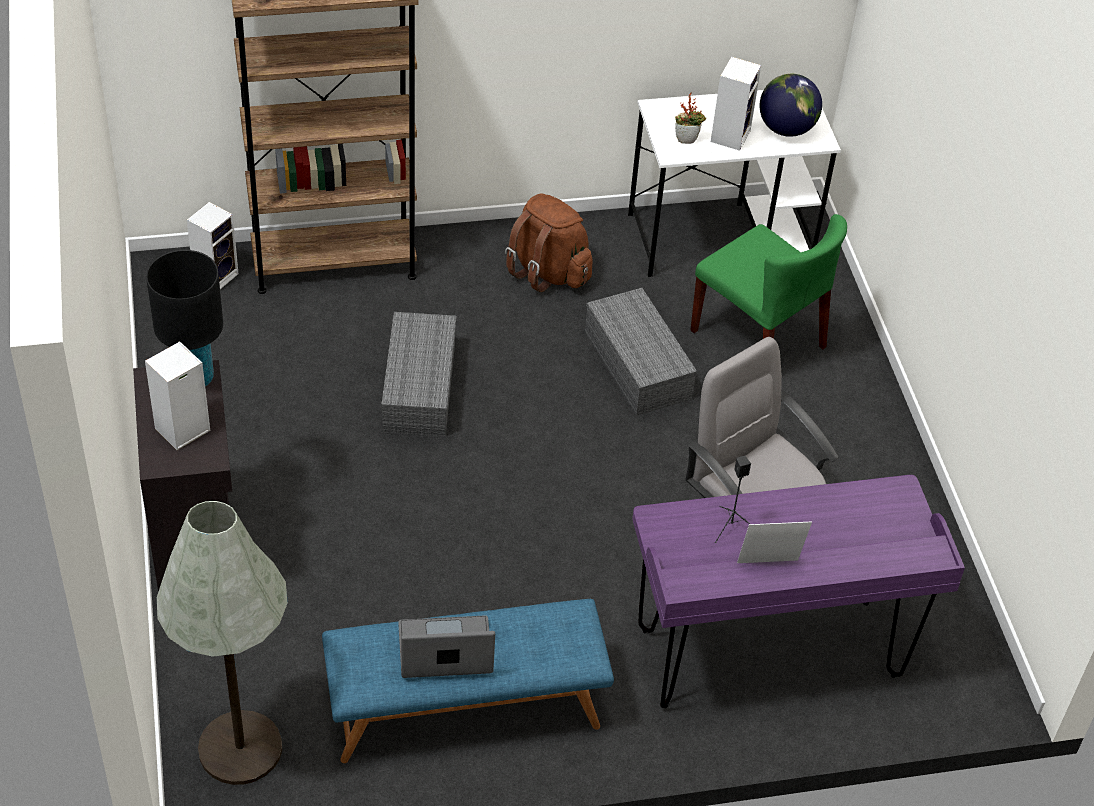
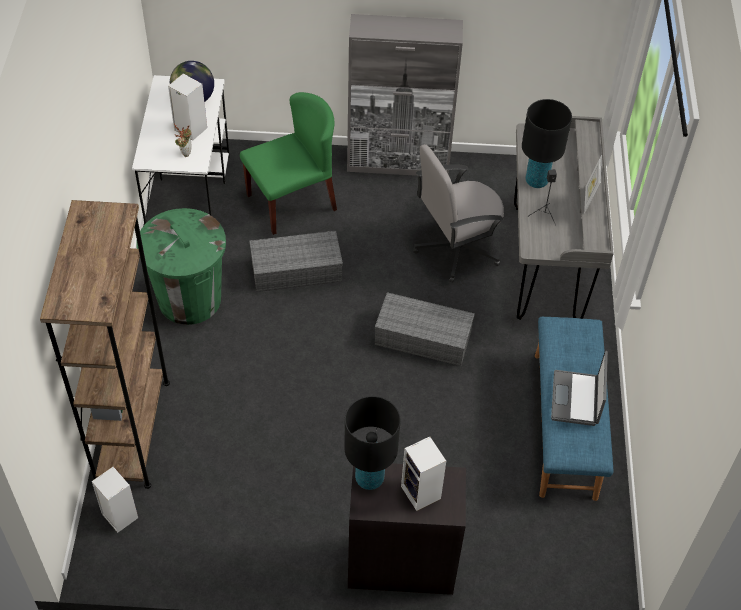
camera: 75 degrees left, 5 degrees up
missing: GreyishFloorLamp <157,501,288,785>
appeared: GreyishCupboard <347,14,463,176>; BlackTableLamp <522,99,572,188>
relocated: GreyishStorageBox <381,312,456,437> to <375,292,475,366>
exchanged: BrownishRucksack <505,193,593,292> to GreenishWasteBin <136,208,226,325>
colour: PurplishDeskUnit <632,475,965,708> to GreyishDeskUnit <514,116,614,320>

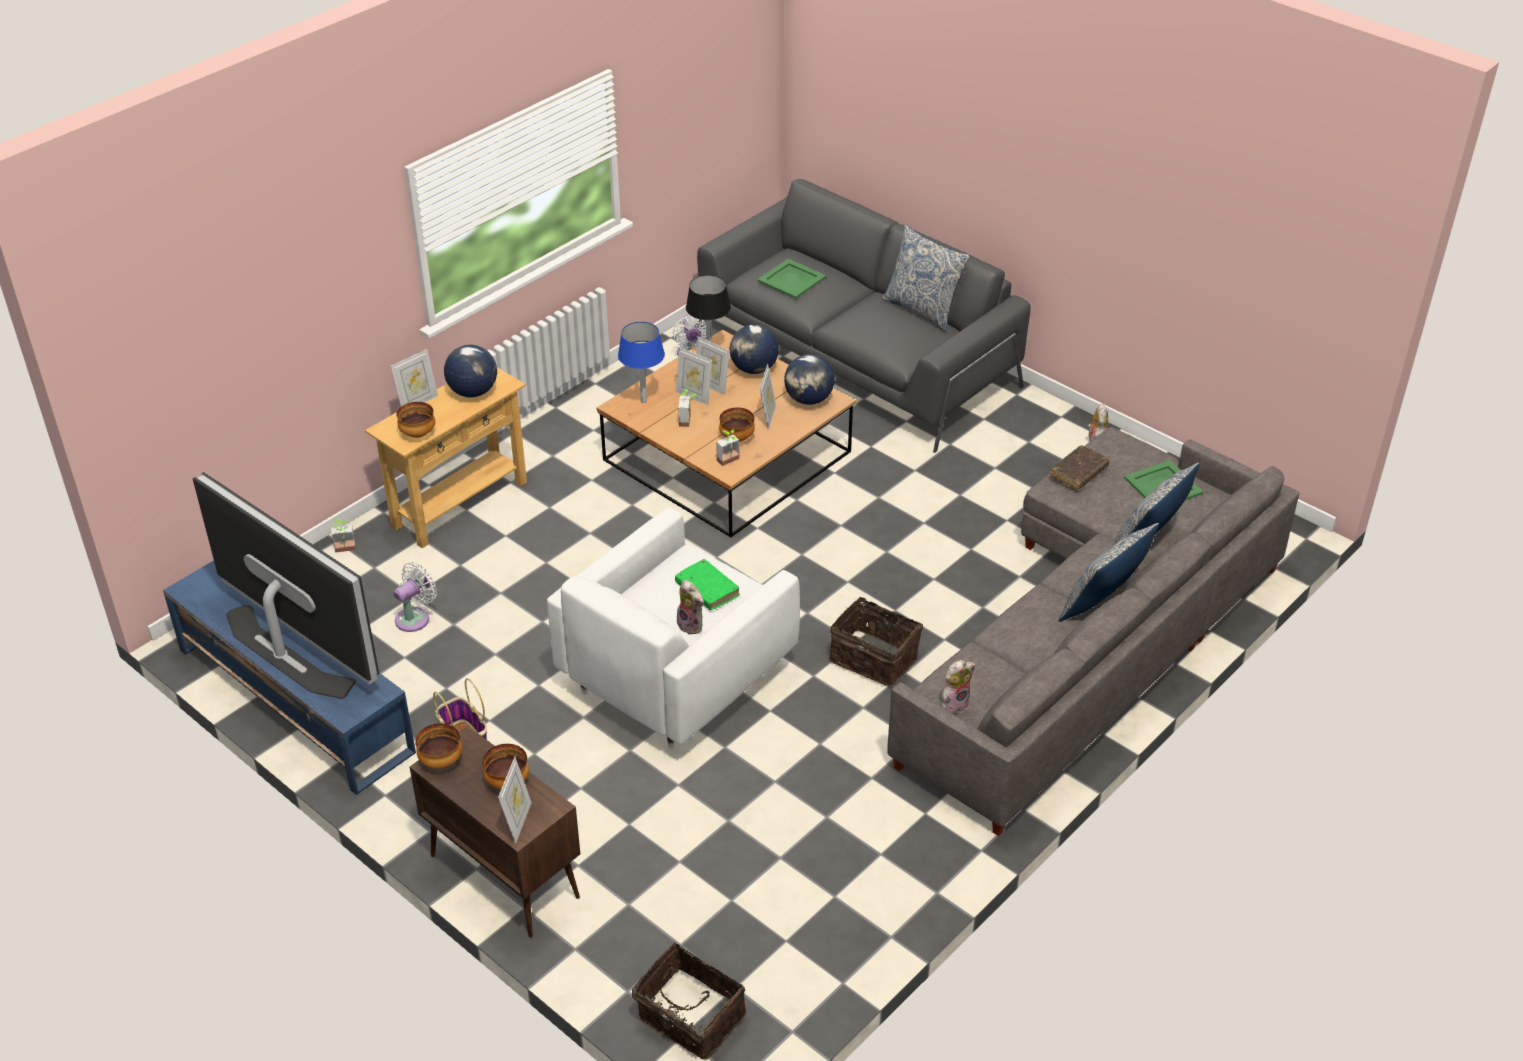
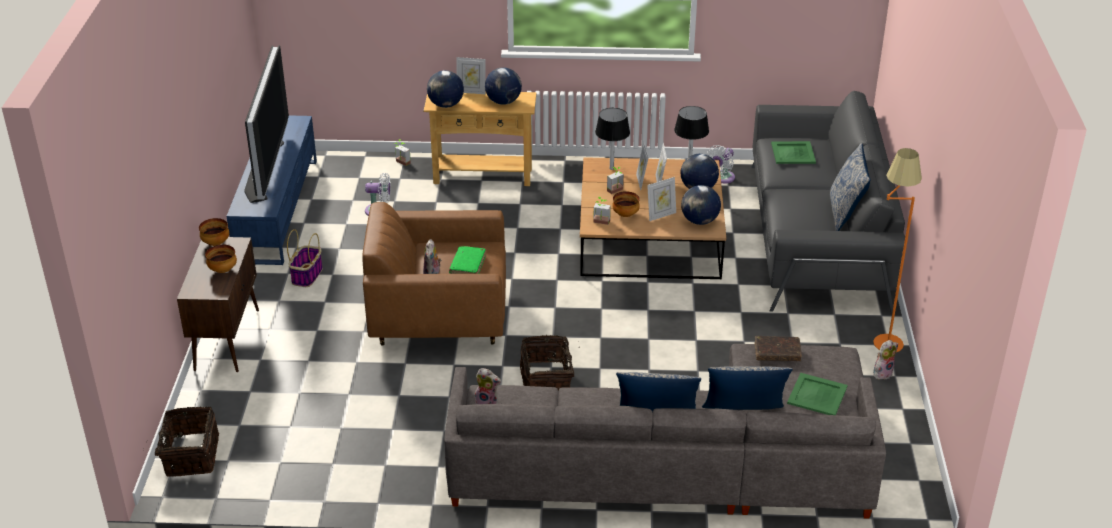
camera: 50 degrees right, 5 degrees down
missing: StandingFrame <498,757,532,844>
appeared: OrangeyFloorLamp <873,148,922,352>
exchanged: Bowl <396,402,435,438> to DeskGlobe <427,70,464,108>
colour: WhiteEasyChair <547,507,800,749> to BrownishEasyChair <362,202,506,345>; BlueColouredTableLamp <618,322,665,403> to BlackTableLamp <595,108,630,170>

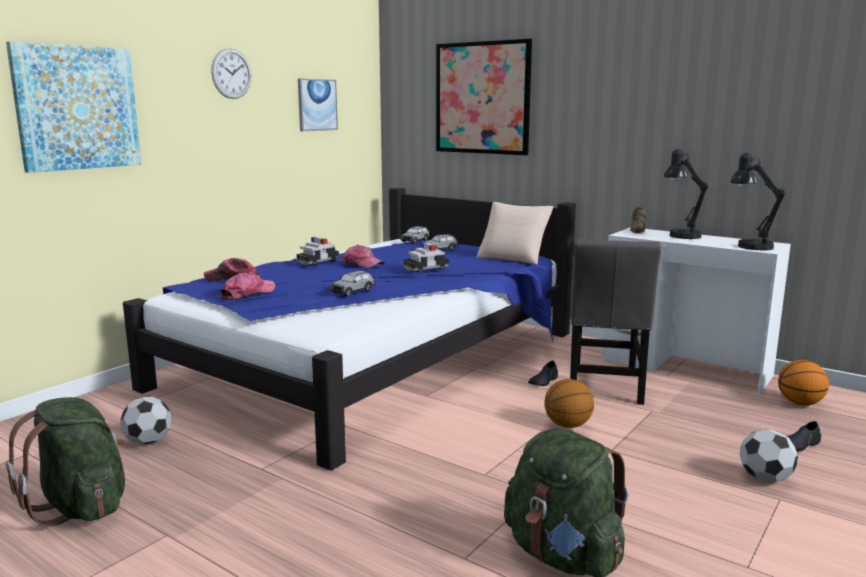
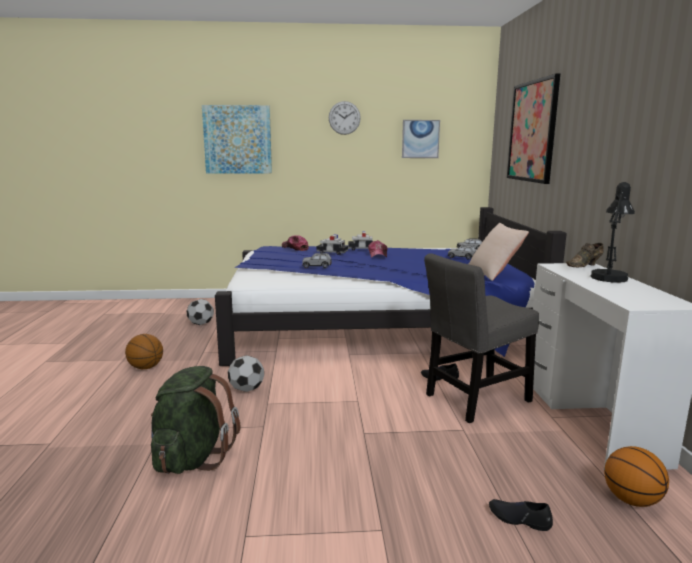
camera: 50 degrees right, 0 degrees up
missing: GreenishRucksack <6,397,126,527>; BaseballCap <220,272,275,300>; BlackTableLamp <730,153,786,251>
relocated: BasketballBall <544,379,594,428> to <125,334,163,369>; Football <740,429,798,482> to <228,355,264,392>; ModelCar <404,242,449,273> to <317,234,348,255>

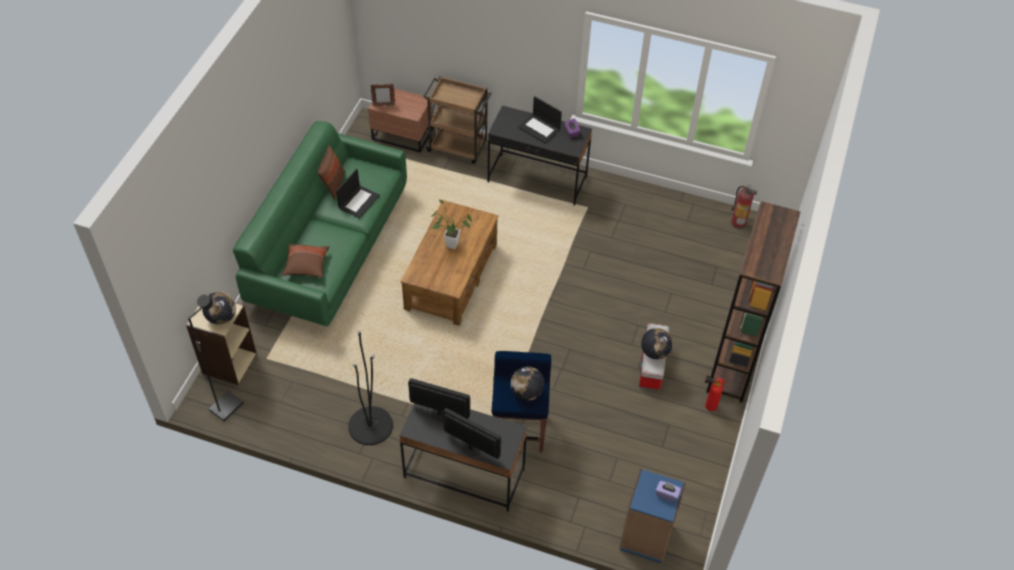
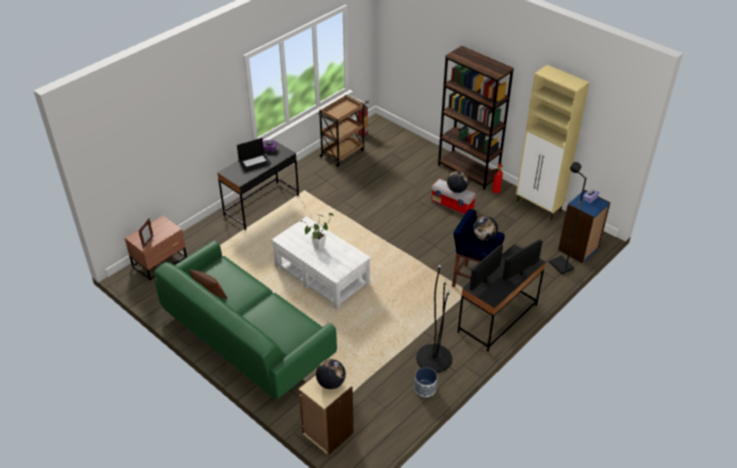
camera: 65 degrees left, 10 degrees down
missing: BrownishPillow <282,244,329,278>; PortableComputer <336,169,380,218>
appeared: FlowerPot <414,367,438,397>; BeigeColouredCupboard <516,65,590,220>
relocated: BrownishTrolley <424,76,492,164> to <318,95,365,167>; BlackFloorLamp <188,294,244,421> to <549,162,587,275>
colour: BrownishLowTable <401,200,499,326> to WhiteLowTable <271,216,371,309>

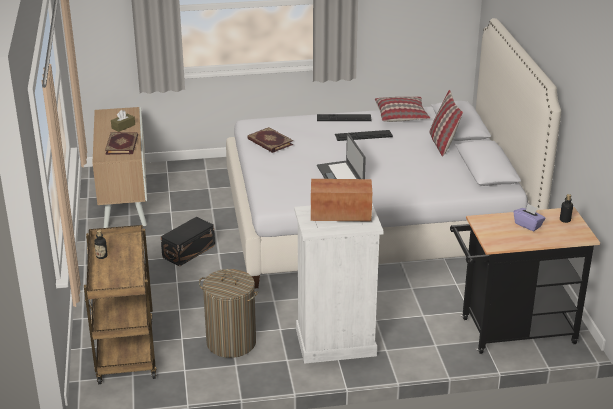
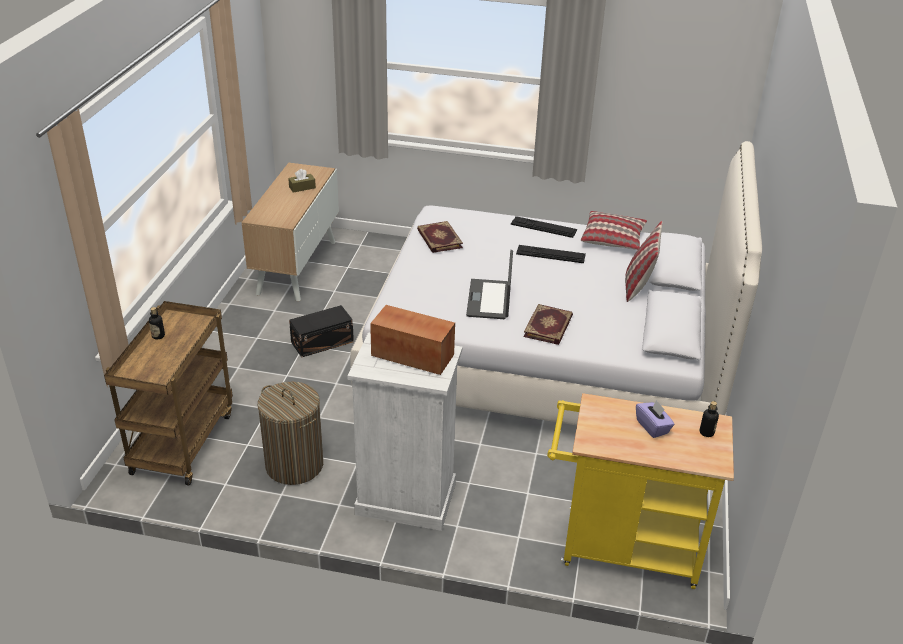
camera: 20 degrees right, 5 degrees up
relocated: BoundBook <105,132,138,155> to <523,304,573,345>
colour: BlackTrolley <450,207,600,354> to YellowColouredTrolley <547,393,734,589>

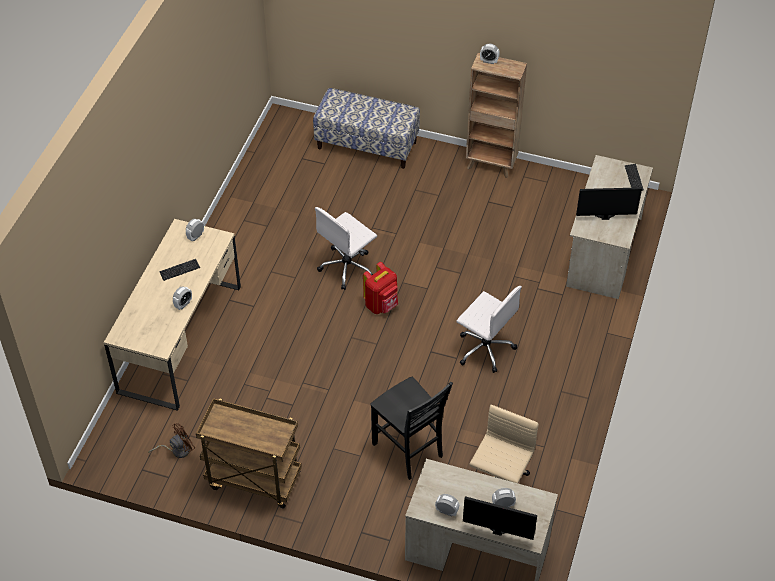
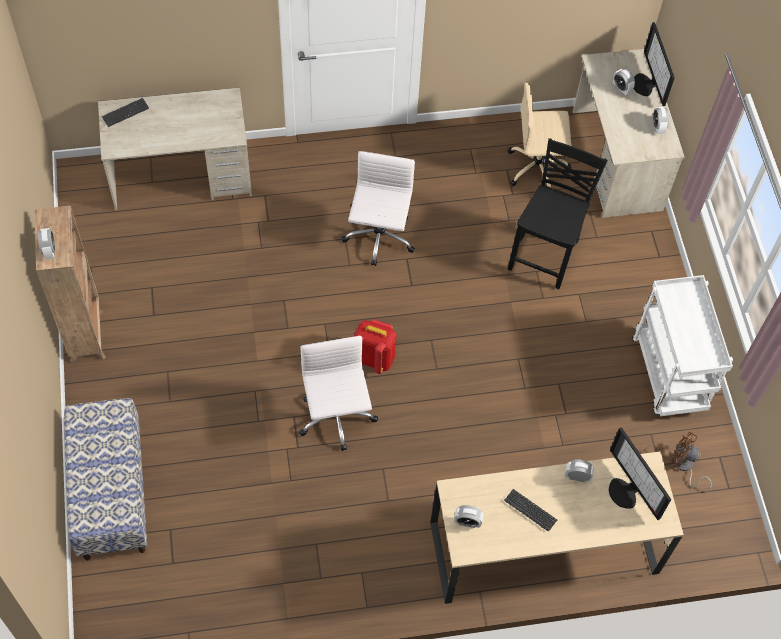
camera: 120 degrees left, 10 degrees up
relocated: ComputerScreen <576,187,642,220> to <609,427,671,520>
colour: BrownishTrolley <196,398,302,509> to WhiteTrolley <632,275,733,416>
spun: WhiteComputerChair <315,207,377,290> = <299,336,378,451> 120 degrees counterclockwise

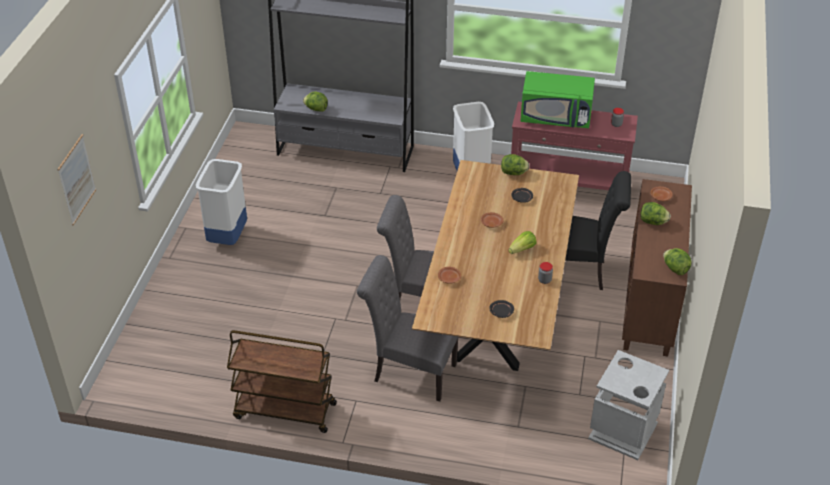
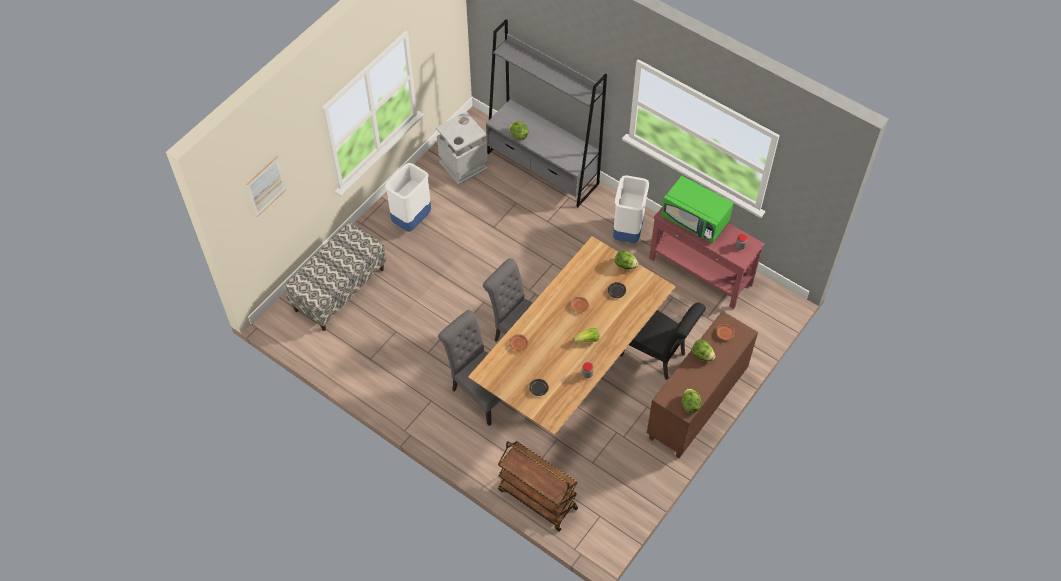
camera: 25 degrees right, 15 degrees up
appeared: Bench <284,222,386,331>
relocated: GreyishWasteBin <588,350,669,460> to <436,112,488,185>; BrownishTrolley <227,330,337,433> to <498,441,578,531>

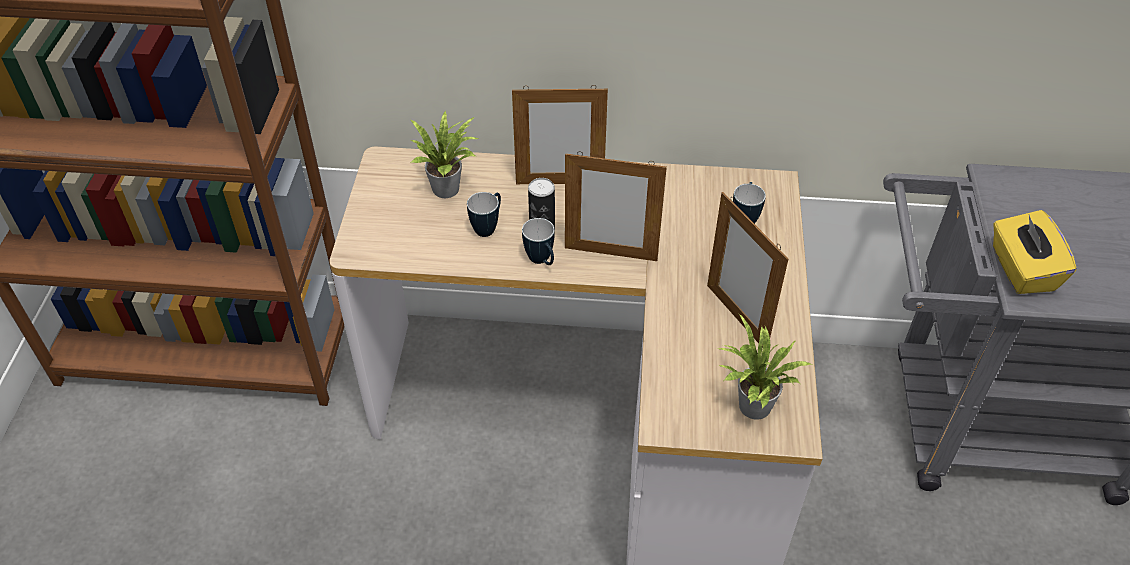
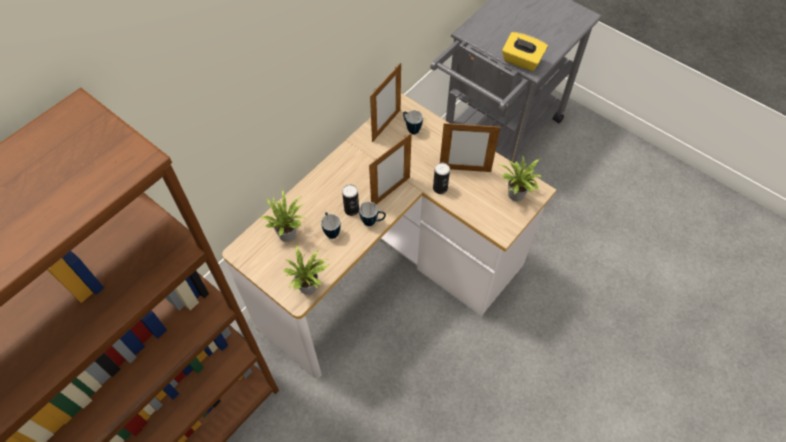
camera: 55 degrees left, 10 degrees up
appeared: Houseplant <283,245,329,295>; SealedCan <433,163,450,194>
relocated: StandingFrame <512,85,608,184> to <370,63,401,142>

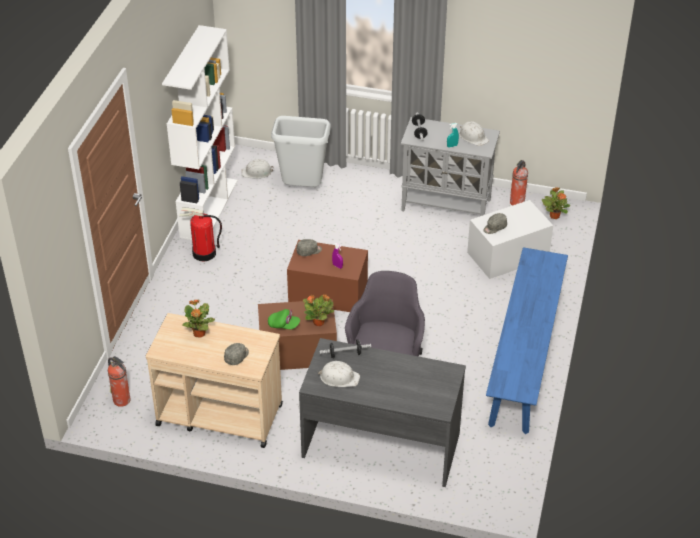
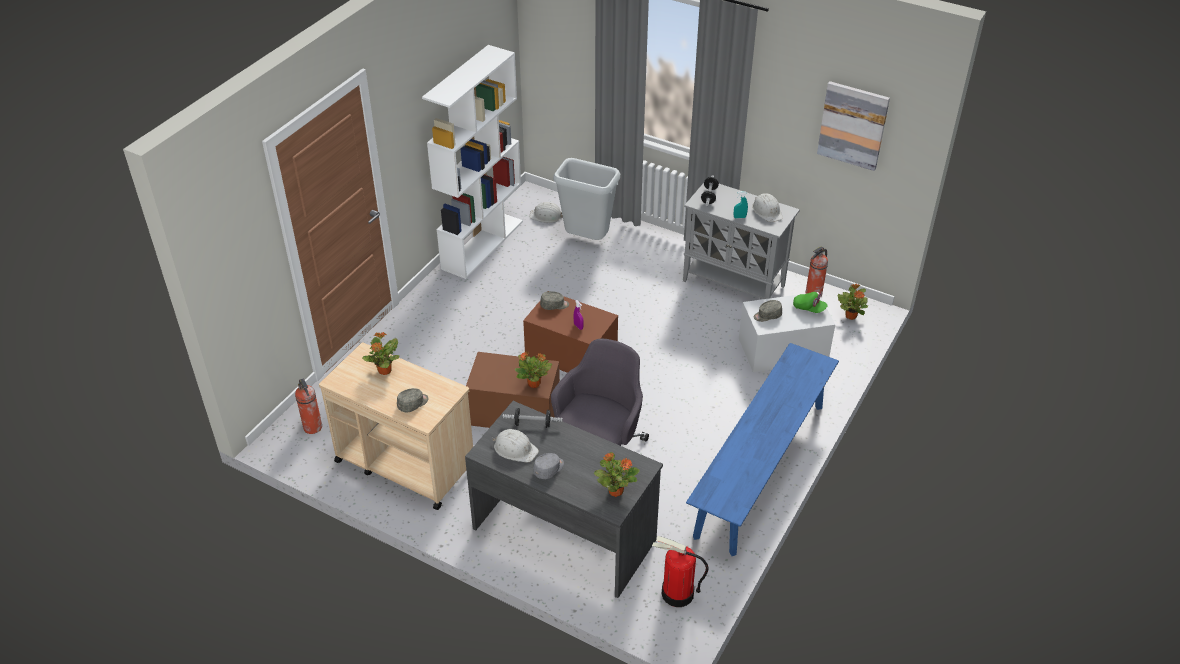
camera: 15 degrees right, 0 degrees up
appeared: GreyishBaseballCap <533,453,564,479>; Houseplant <594,452,640,497>; WallPicture <817,81,890,171>
relocated: FireFightingCylinder <179,208,222,261> to <652,536,708,607>; GreenishBaseballCap <268,309,300,329> to <793,292,828,313>

